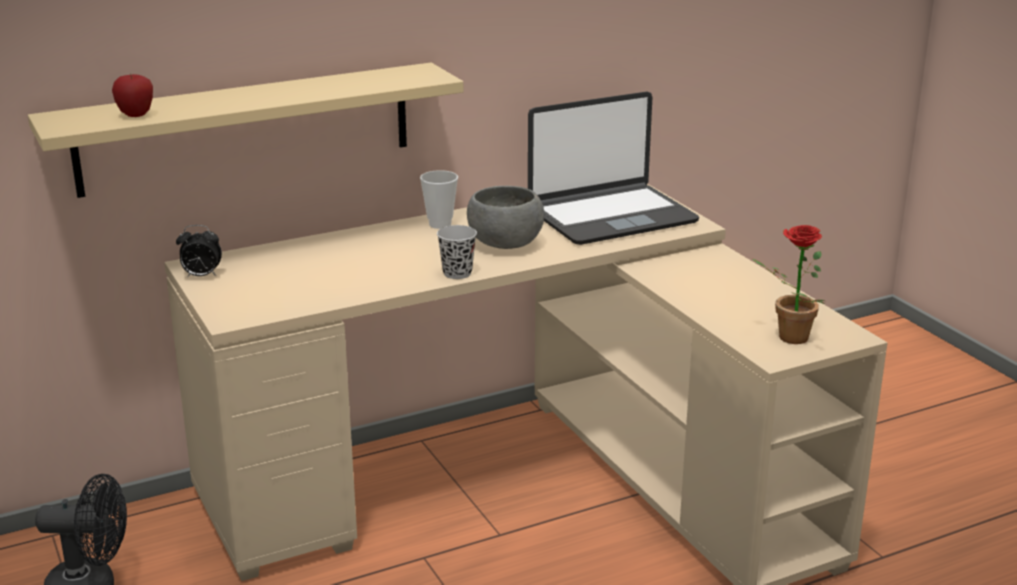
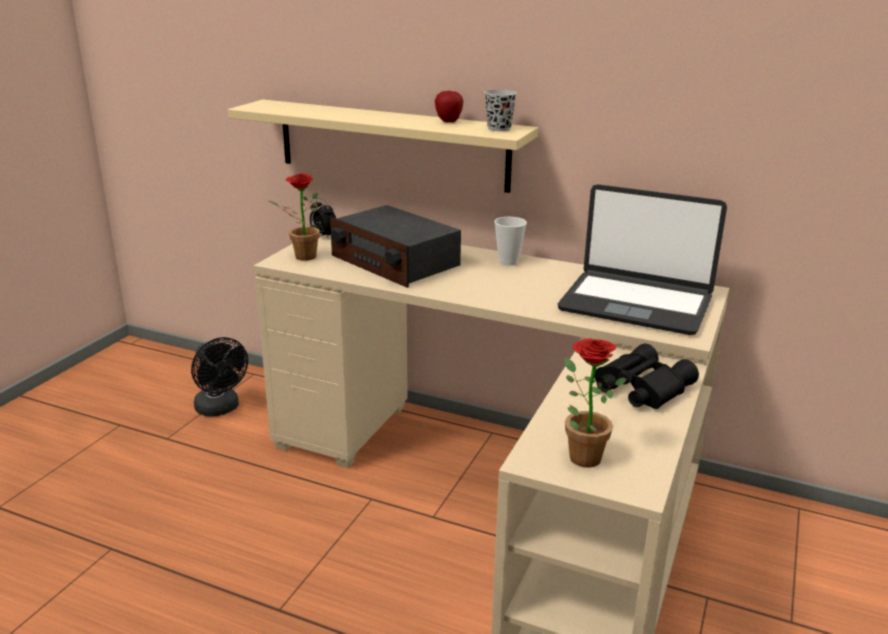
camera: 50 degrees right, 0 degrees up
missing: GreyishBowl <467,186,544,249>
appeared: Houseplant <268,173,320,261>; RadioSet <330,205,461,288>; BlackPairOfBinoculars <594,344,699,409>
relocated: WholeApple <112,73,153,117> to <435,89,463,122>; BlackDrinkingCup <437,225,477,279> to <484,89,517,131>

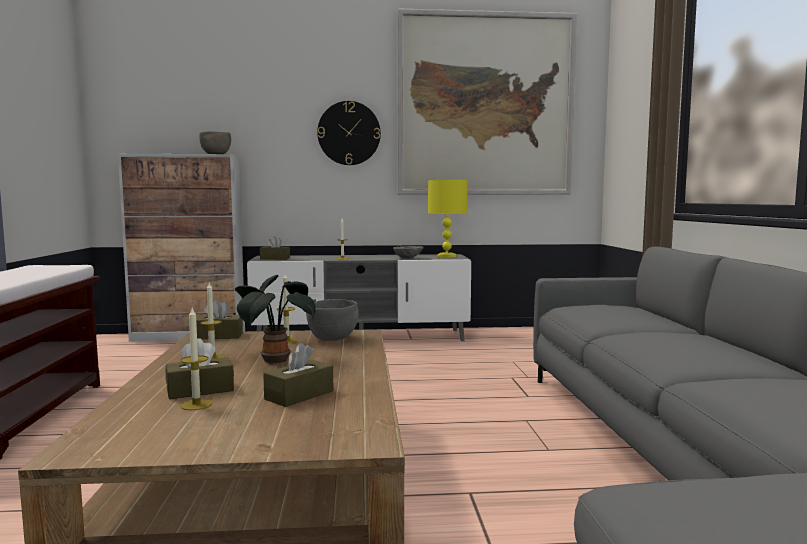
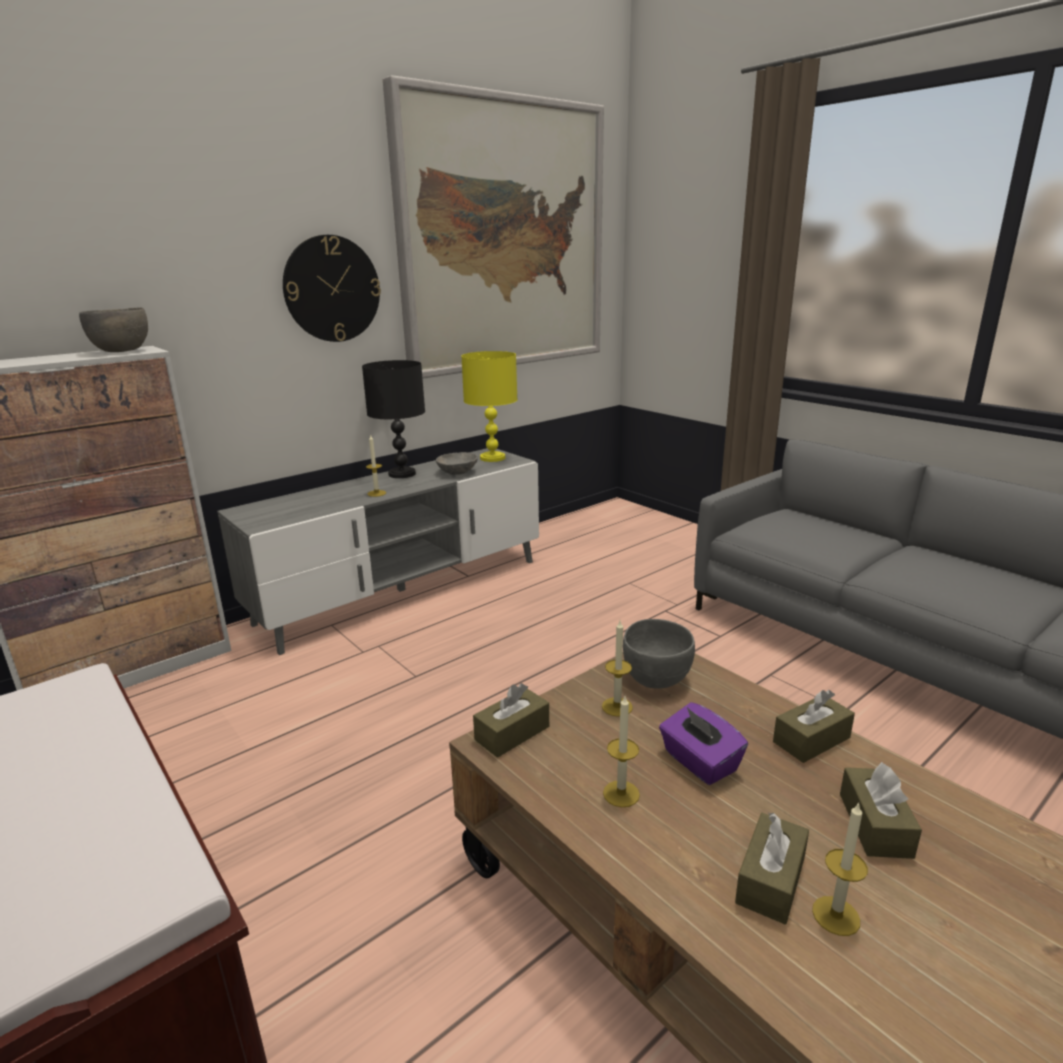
camera: 35 degrees left, 15 degrees up
appeared: BlackTableLamp <362,360,425,478>
relocated: BrownishTissueBox <260,236,290,260> to <773,690,855,763>
exchanged: Houseplant <235,275,316,365> to PurplishTissueBox <659,702,748,785>

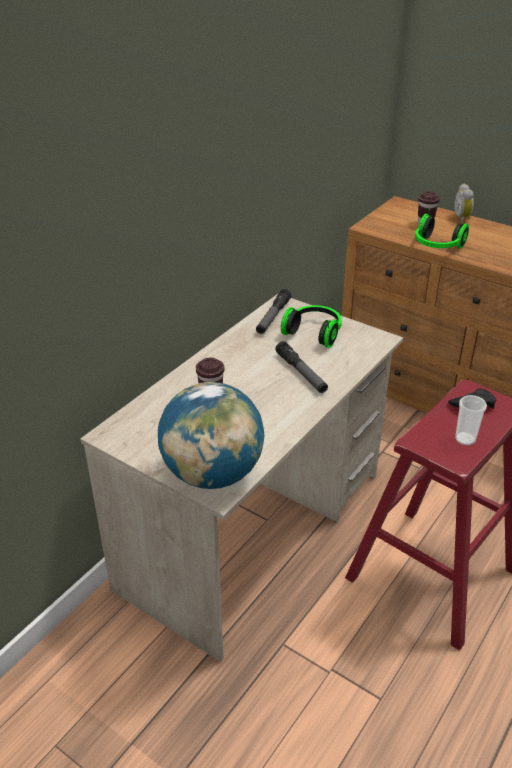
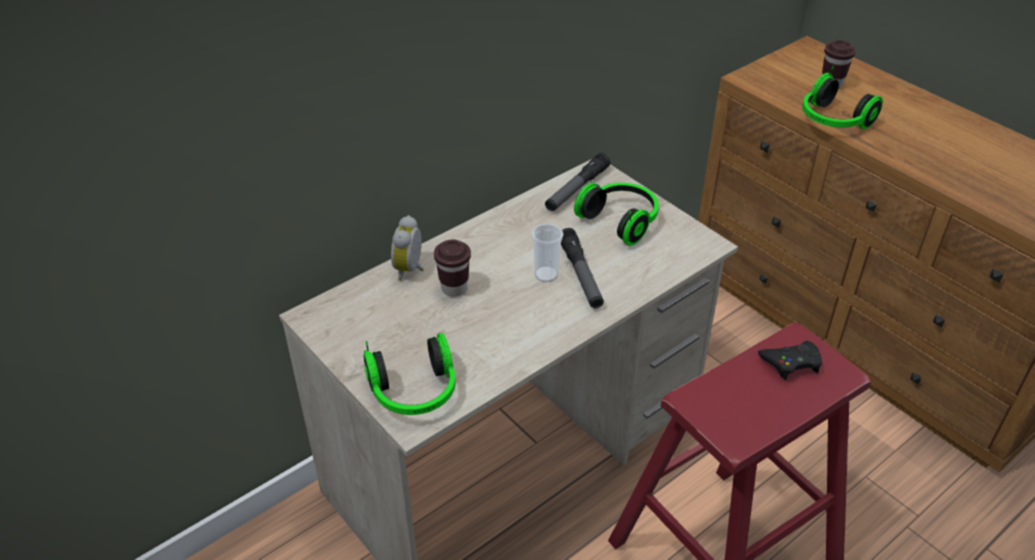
camera: 15 degrees right, 5 degrees up
relocated: BedsideClock <454,184,474,223> to <391,215,424,281>; DrinkingCup <455,395,487,445> to <531,223,563,282>
exchanged: DeskGlobe <158,382,264,489> to Headphones <363,333,456,415>

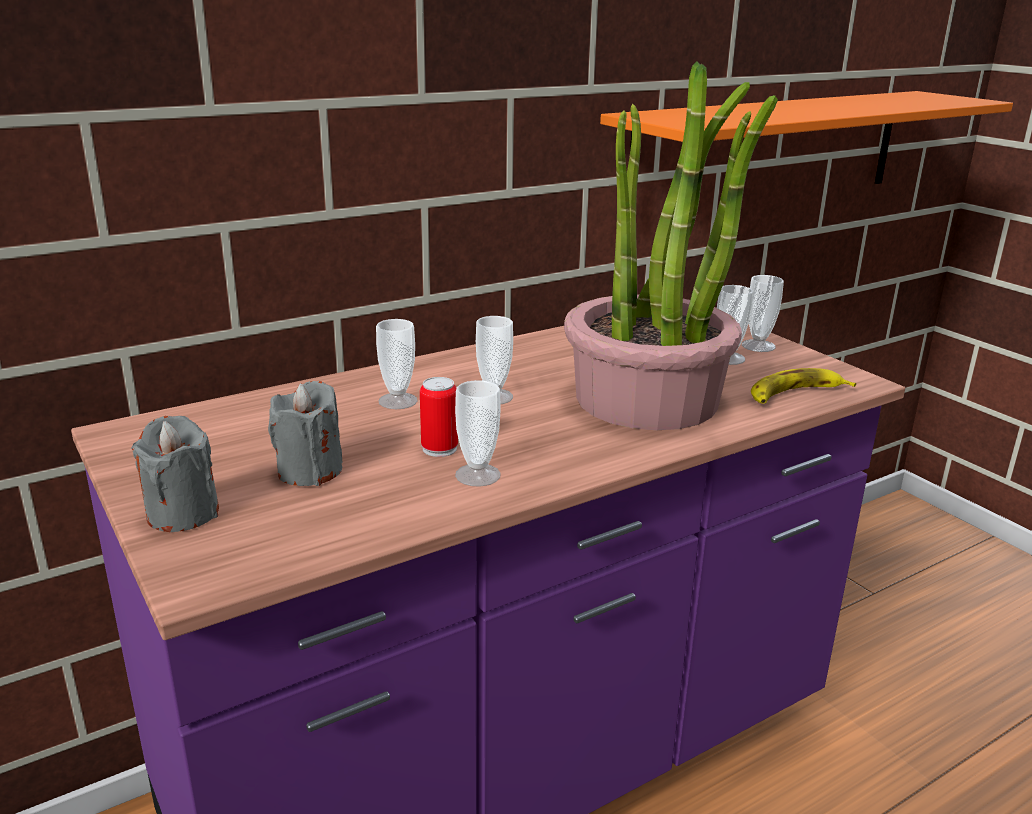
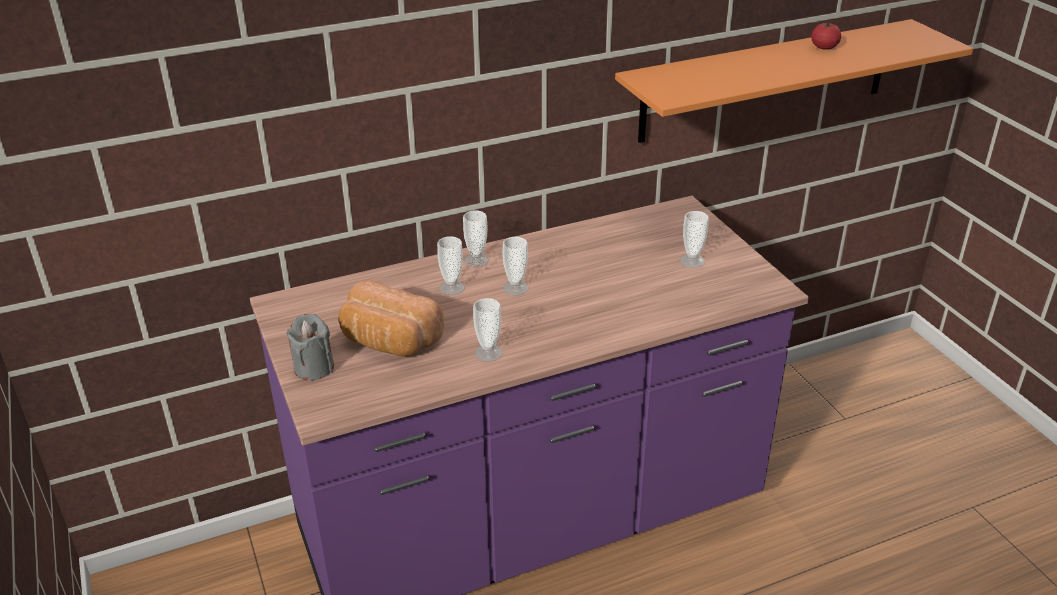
camera: 10 degrees right, 10 degrees up
missing: SealedCan <420,377,458,457>; Houseplant <564,61,778,430>; BananaFruit <751,368,856,404>
appeared: WholeTomato <811,22,841,50>
relocated: DrinkingCup <742,275,784,352> to <463,210,489,267>
exchanged: GreyishWaxCandle <268,381,342,486> to BakedBread <339,280,444,357>

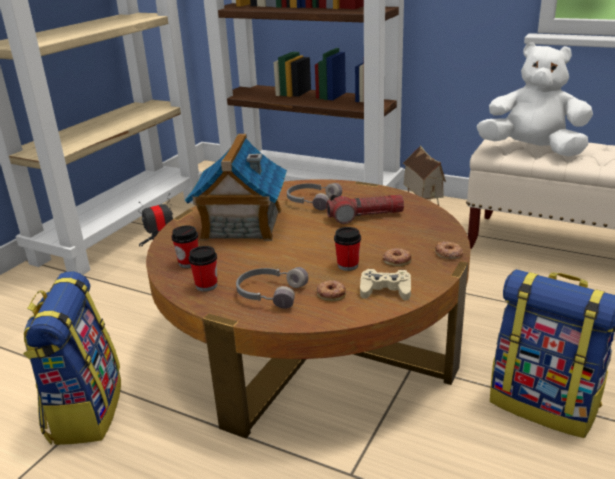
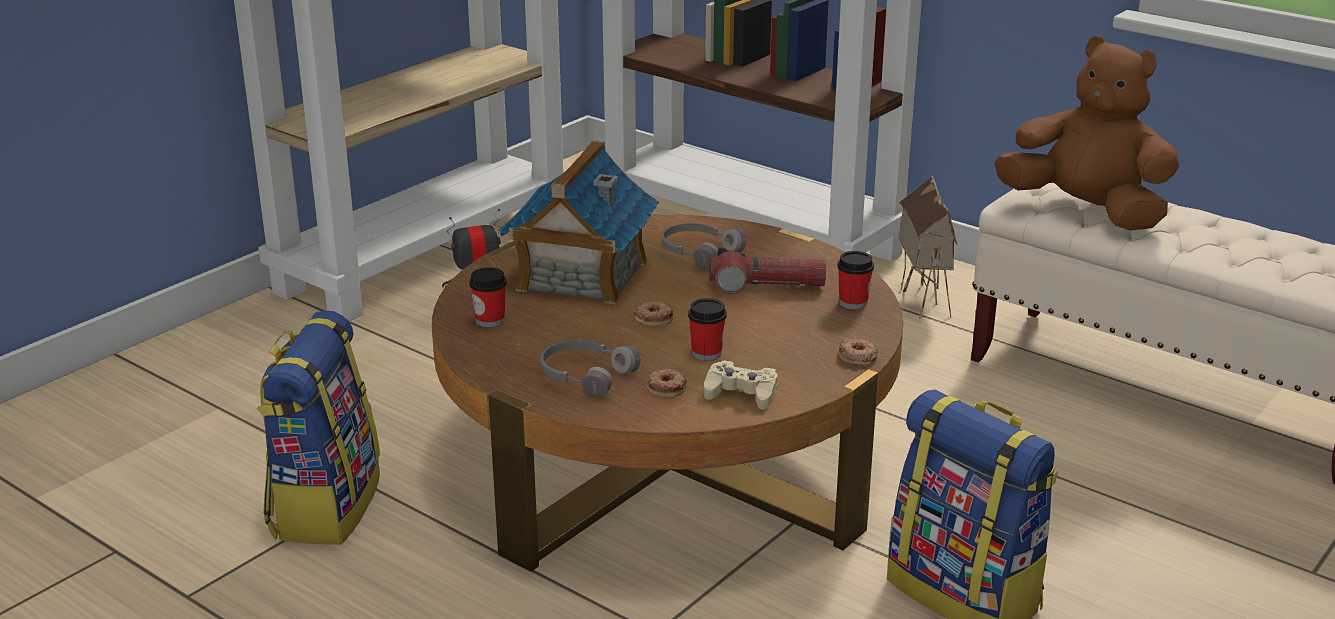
camera: 10 degrees right, 0 degrees up
relocated: Doughnut <382,248,411,267> to <634,301,674,326>; DrinkingCup <189,246,217,292> to <837,251,874,310>
colour: WhiteSoftToy <477,43,593,157> to BrownishSoftToy <994,36,1180,231>

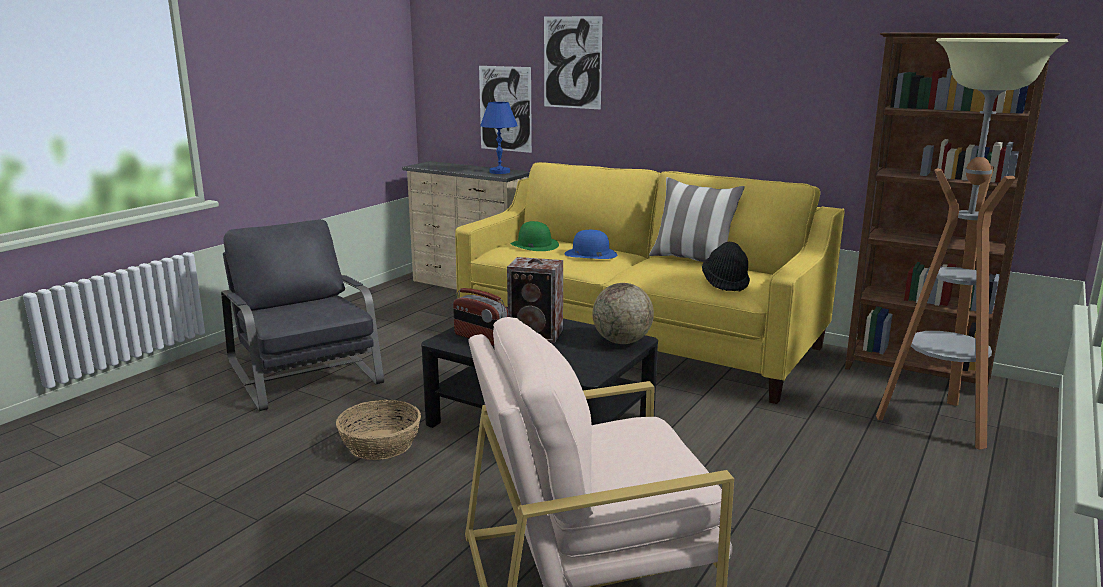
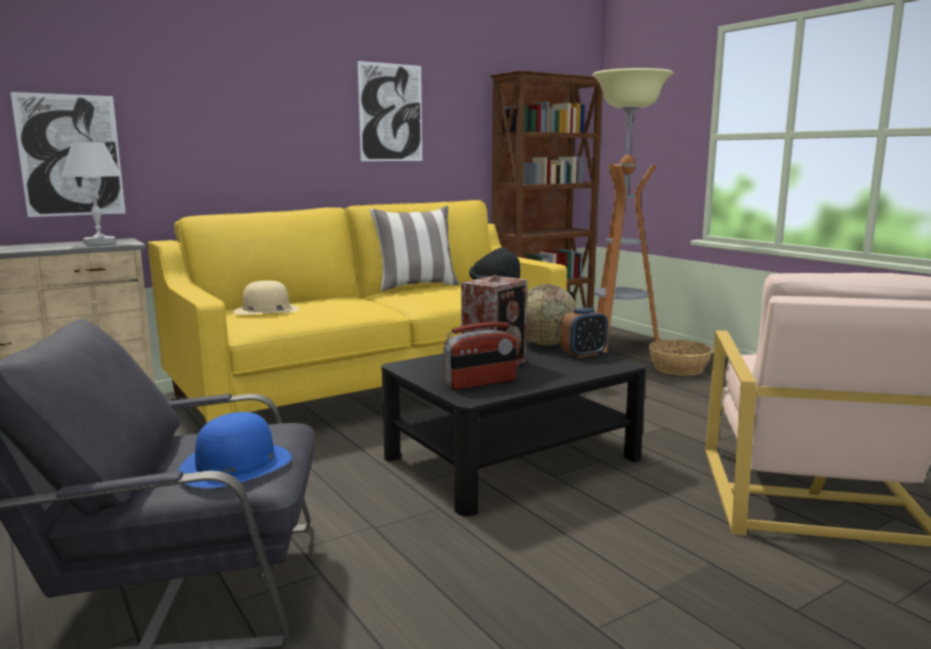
camera: 65 degrees left, 5 degrees down
appeared: BedsideClock <560,308,608,358>
relocated: BlueColouredWearableHat <564,230,617,259> to <178,412,292,488>; WallPicture <544,16,603,110> to <357,61,422,161>; StorageBasket <336,400,421,460> to <648,340,713,376>
colour: BlueColouredTableLamp <480,102,518,174> to WhiteTableLamp <62,142,122,244>; GreenishWearableHat <511,221,559,251> to BeigeColouredWearableHat <233,280,300,315>

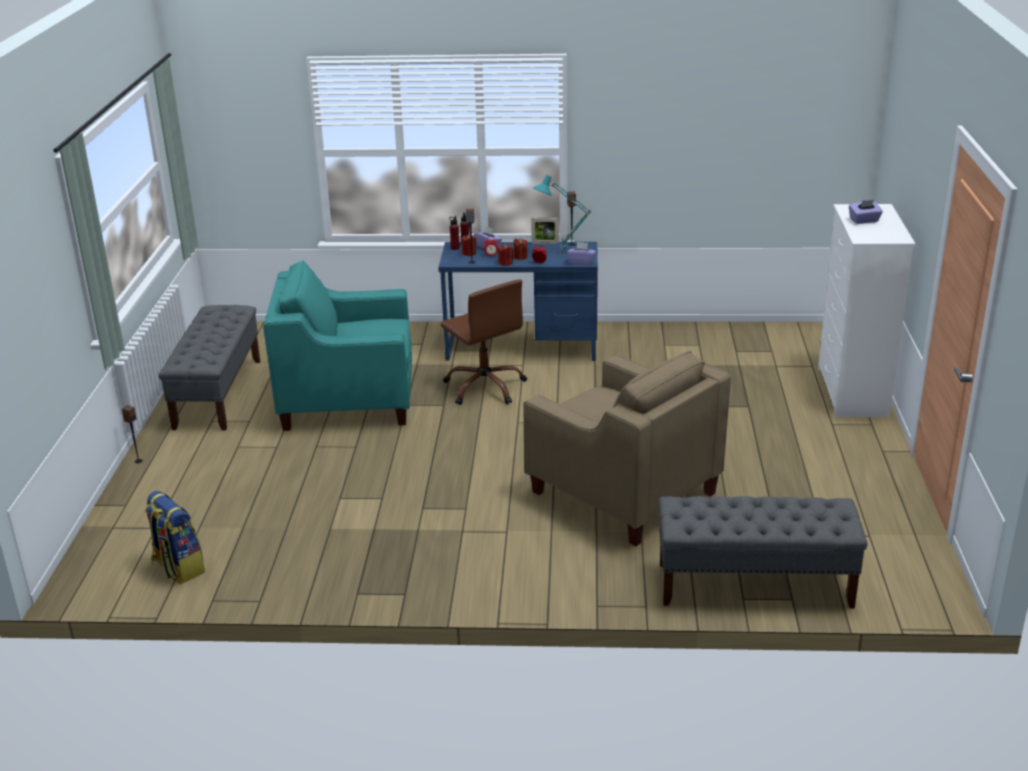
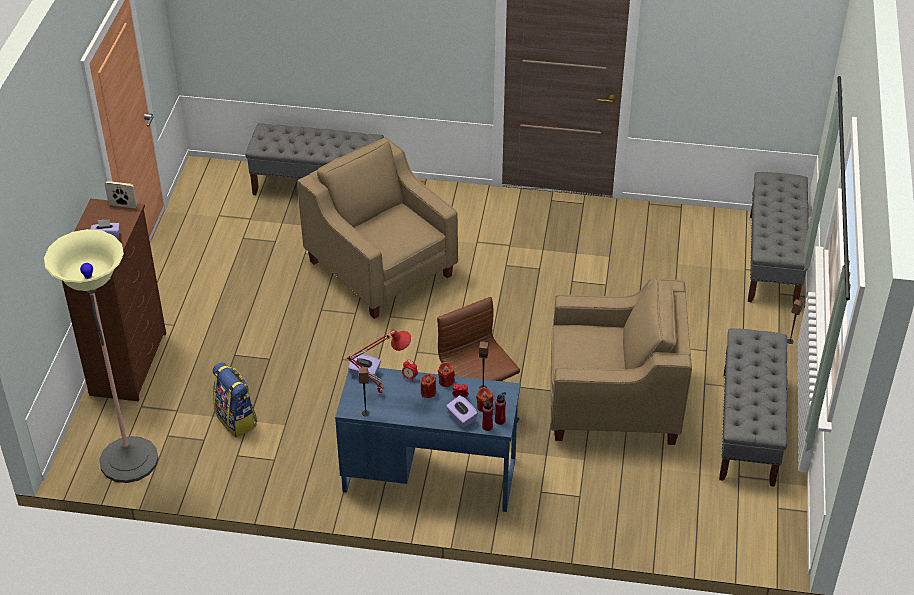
camera: 175 degrees left, 15 degrees up
appeared: FloorLamp <44,229,159,483>; GreyishBench <748,172,809,303>
relocated: StandingFrame <531,217,559,244> to <105,181,137,208>; Rucksack <145,491,205,584> to <213,362,257,437>
colour: WhiteDresser <818,204,916,417> to BrownishDresser <62,199,166,402>; BlueGreenTableLamp <533,175,591,252> to RedColouredTableLamp <347,329,411,394>; BlueGreenEasyChair <263,260,412,431> to BeigeColouredEasyChair <551,278,692,445>

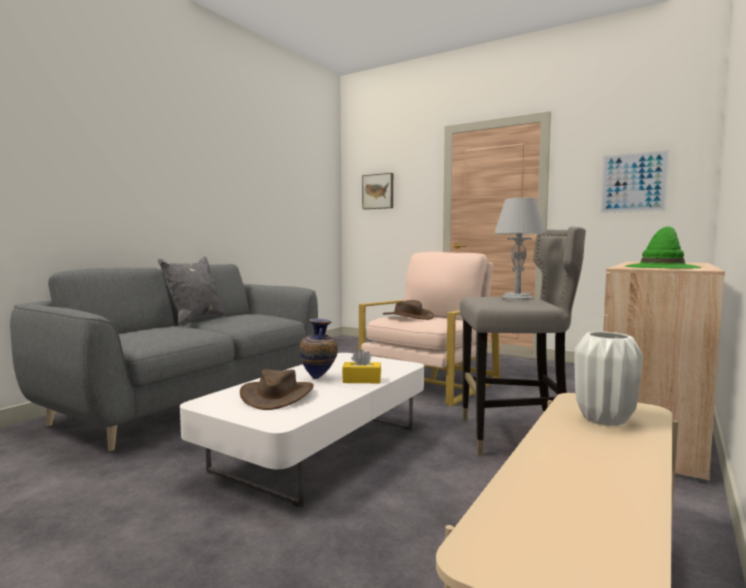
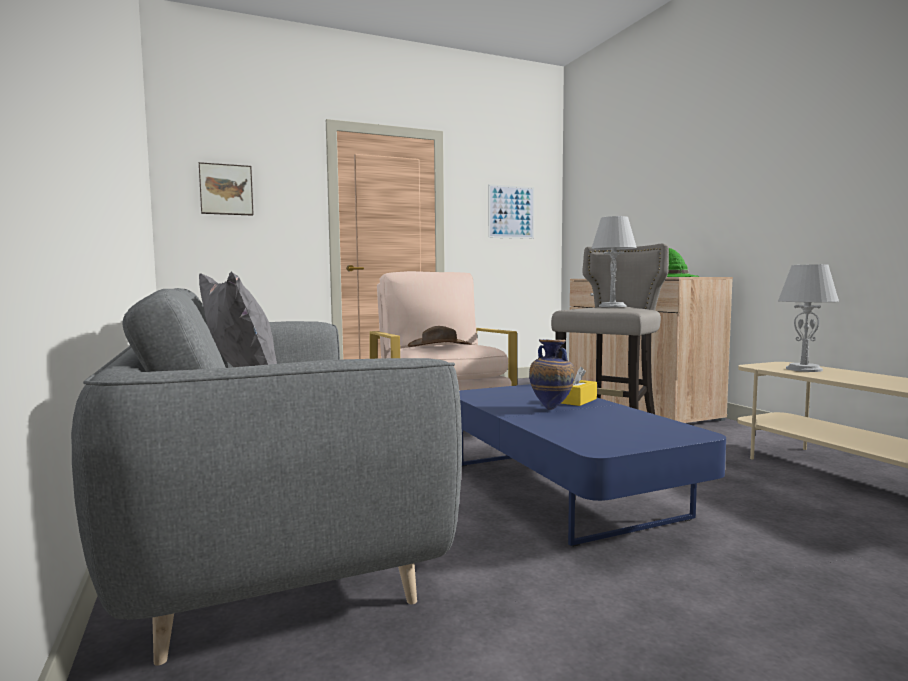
camera: 55 degrees left, 0 degrees up
missing: BrownishWearableHat <240,369,314,410>
exchanged: WhiteFlowerVase <574,332,643,426> to GreyishTableLamp <778,264,839,372>
colour: WhiteLowTable <180,353,424,507> to BlueColouredLowTable <459,384,726,547>

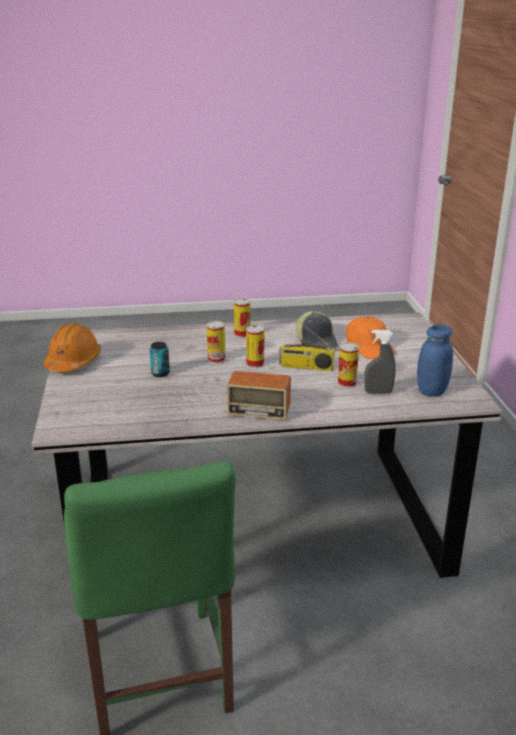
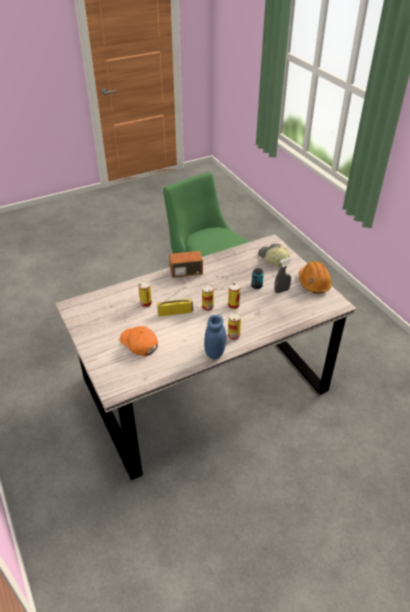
camera: 160 degrees right, 15 degrees up
relocated: BlueColouredJar <417,324,453,397> to <204,315,226,360>; BaseballCap <296,311,338,348> to <258,244,289,267>; GreyishHandSprayer <364,330,396,394> to <274,258,292,293>

